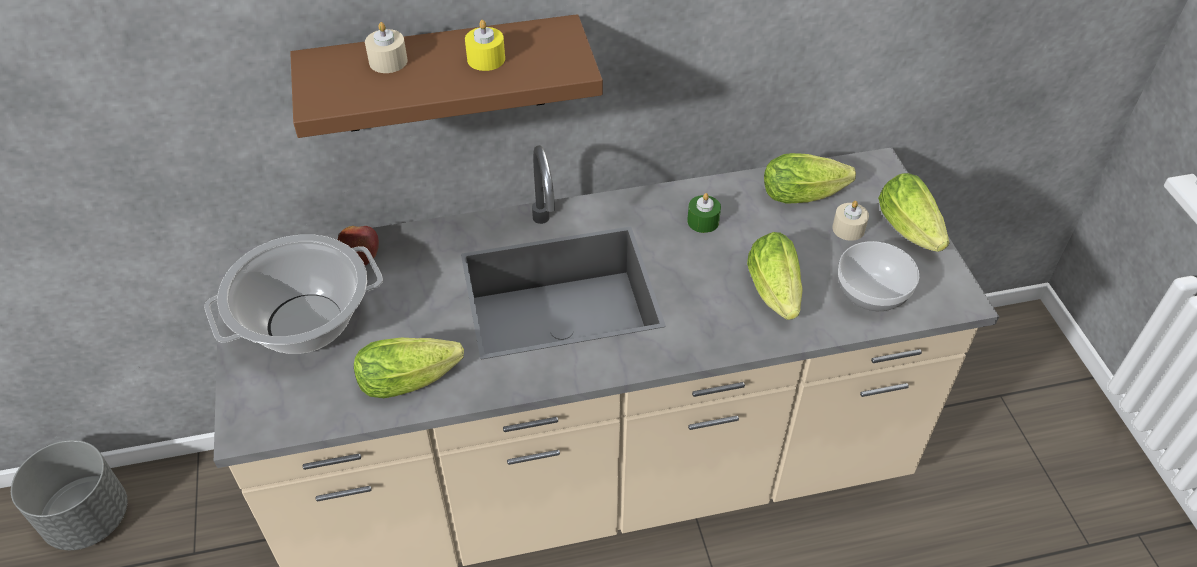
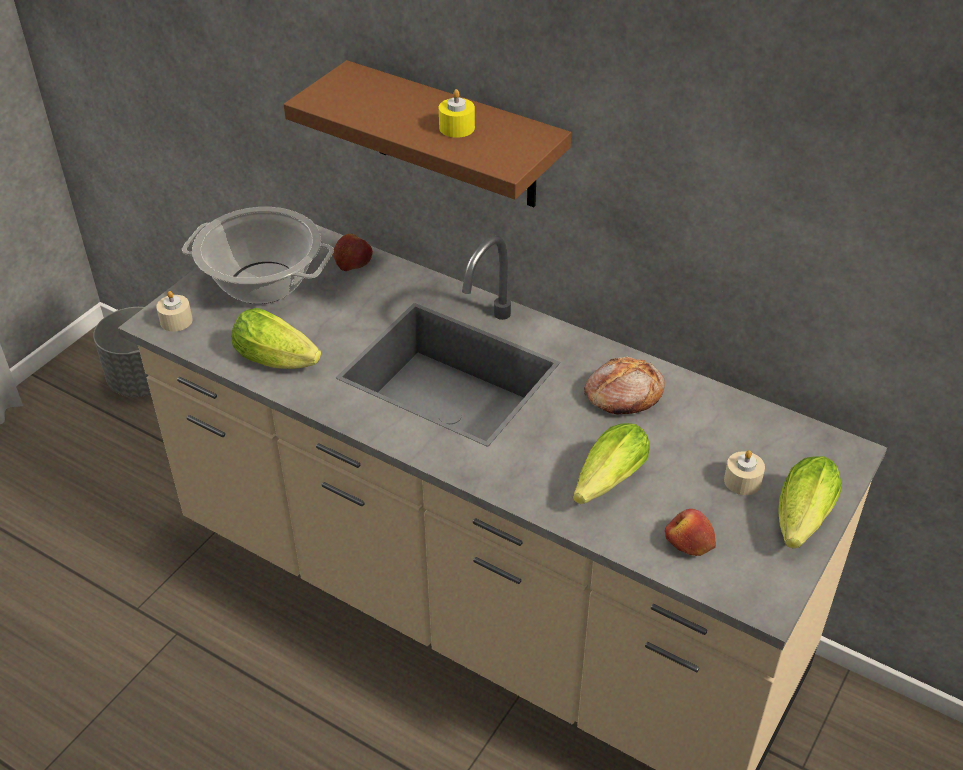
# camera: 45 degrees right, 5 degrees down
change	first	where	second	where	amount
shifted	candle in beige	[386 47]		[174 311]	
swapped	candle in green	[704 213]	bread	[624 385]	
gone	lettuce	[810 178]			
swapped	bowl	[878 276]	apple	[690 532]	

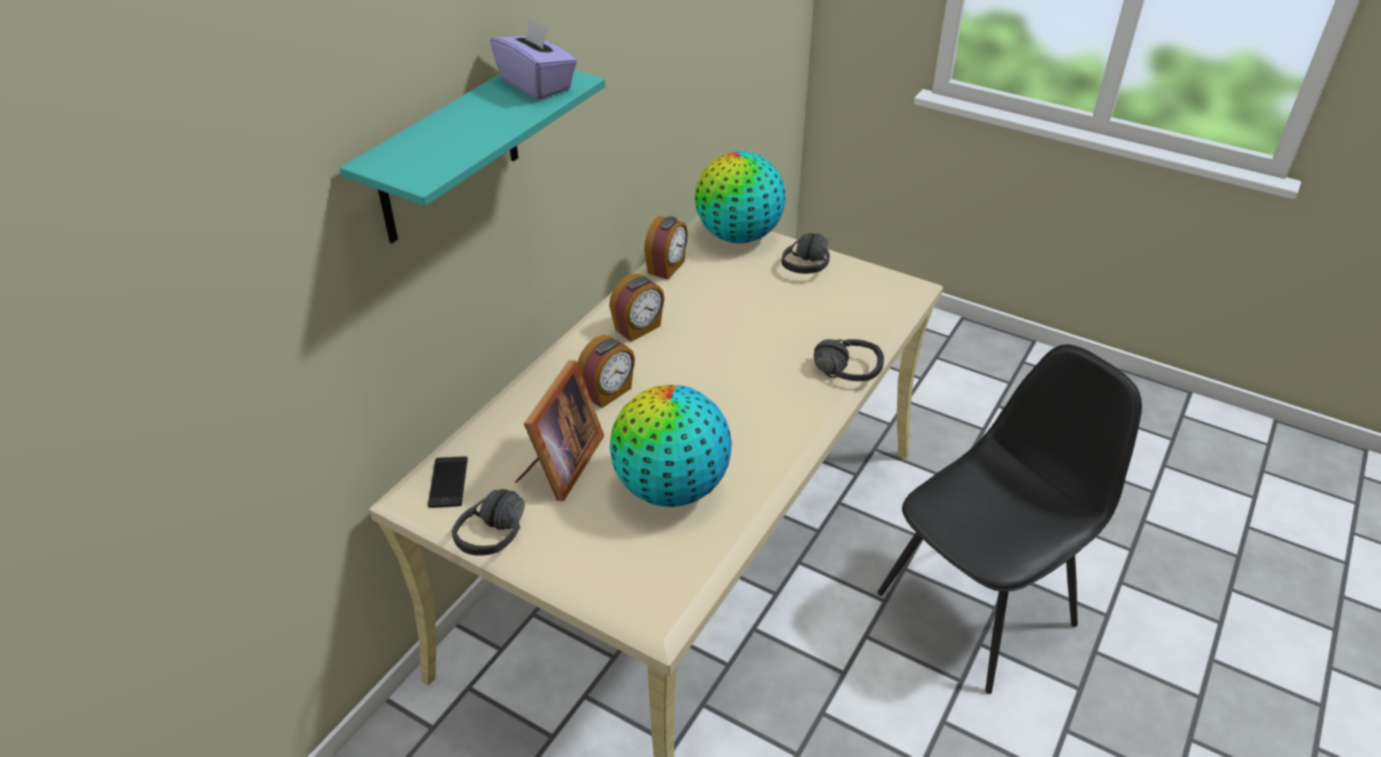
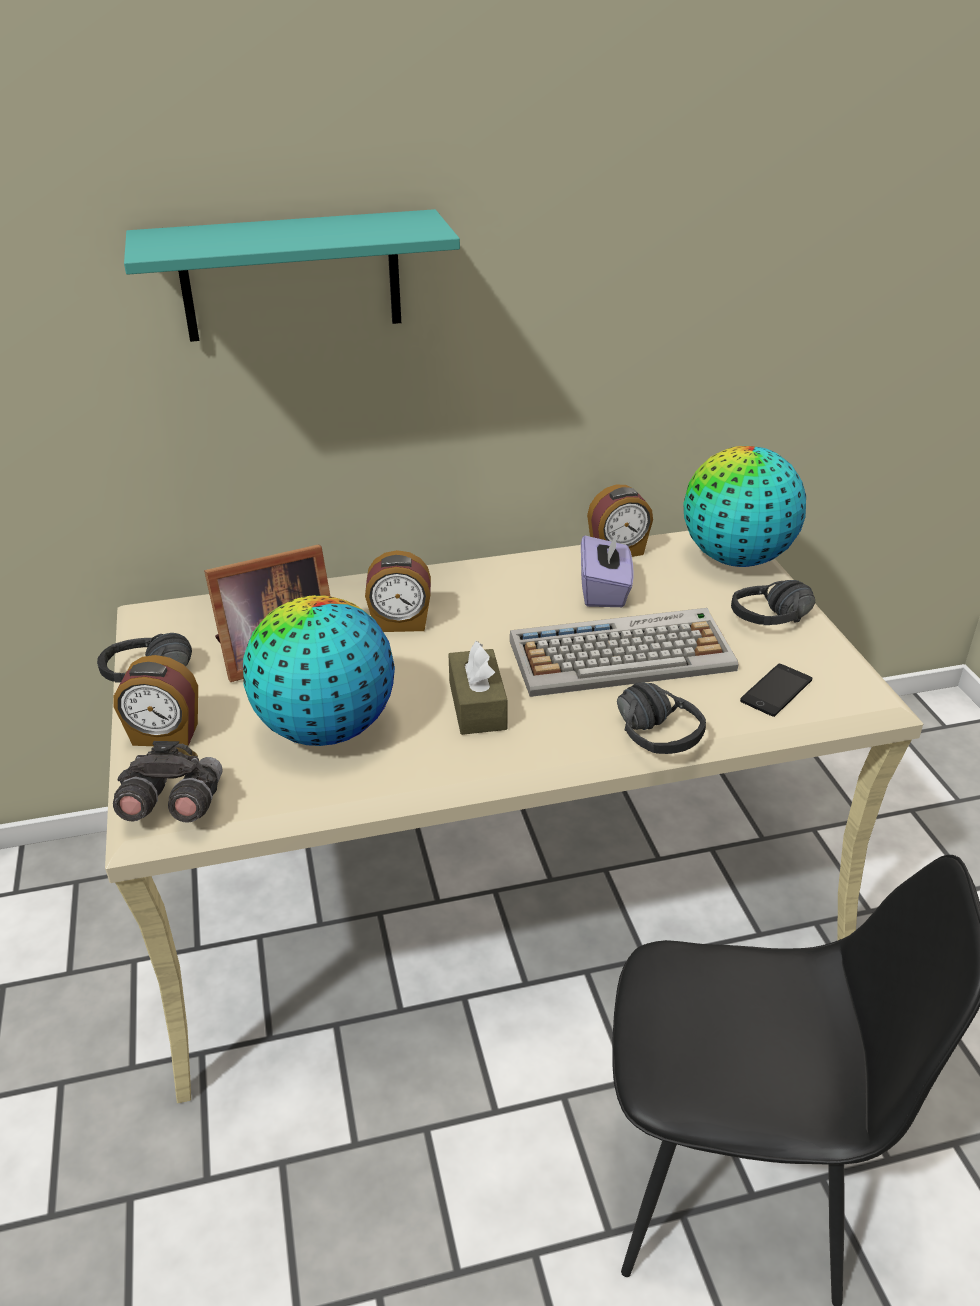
# camera: 45 degrees right, 5 degrees down
change	first	where	second	where	amount
shifted	phone	[448 482]		[776 690]	
shifted	tissue box in purple	[533 58]		[607 569]	
shifted	alarm clock	[637 307]		[155 700]	
new			binoculars in grey	[168 782]	
new			tissue box in brown	[478 688]	
new			keyboard	[624 652]	

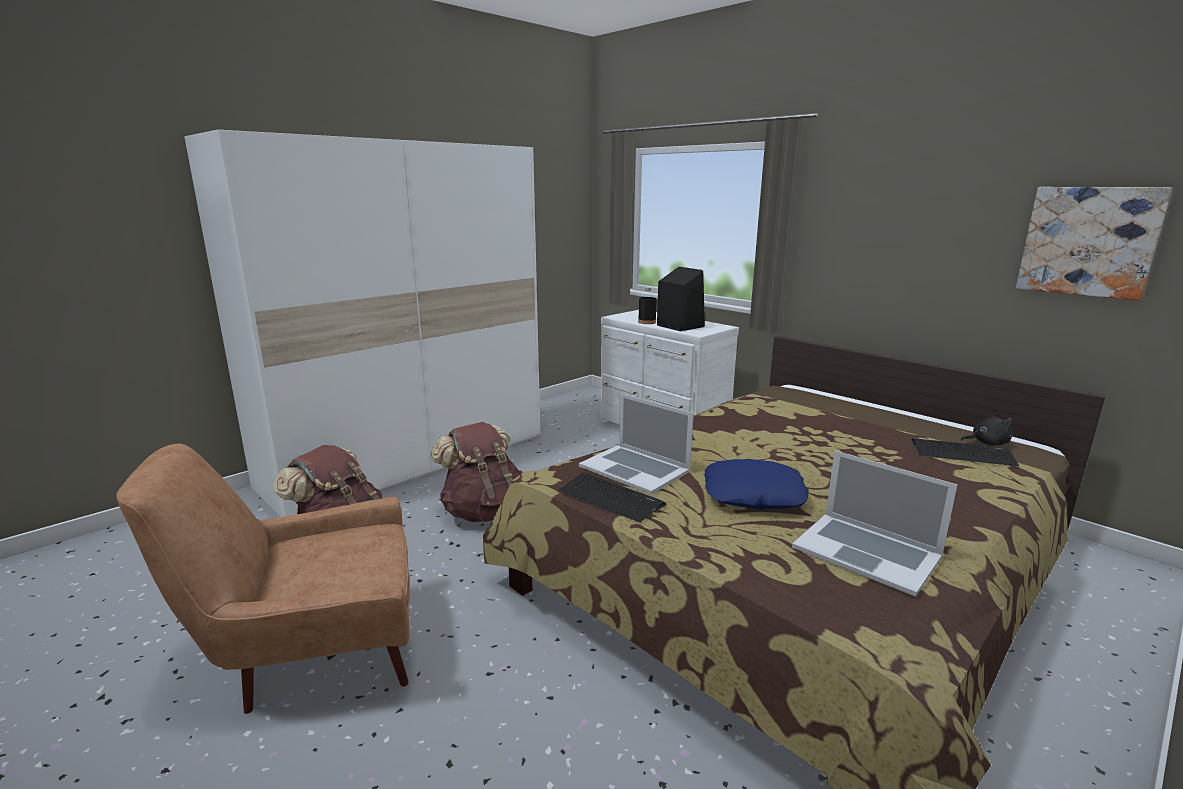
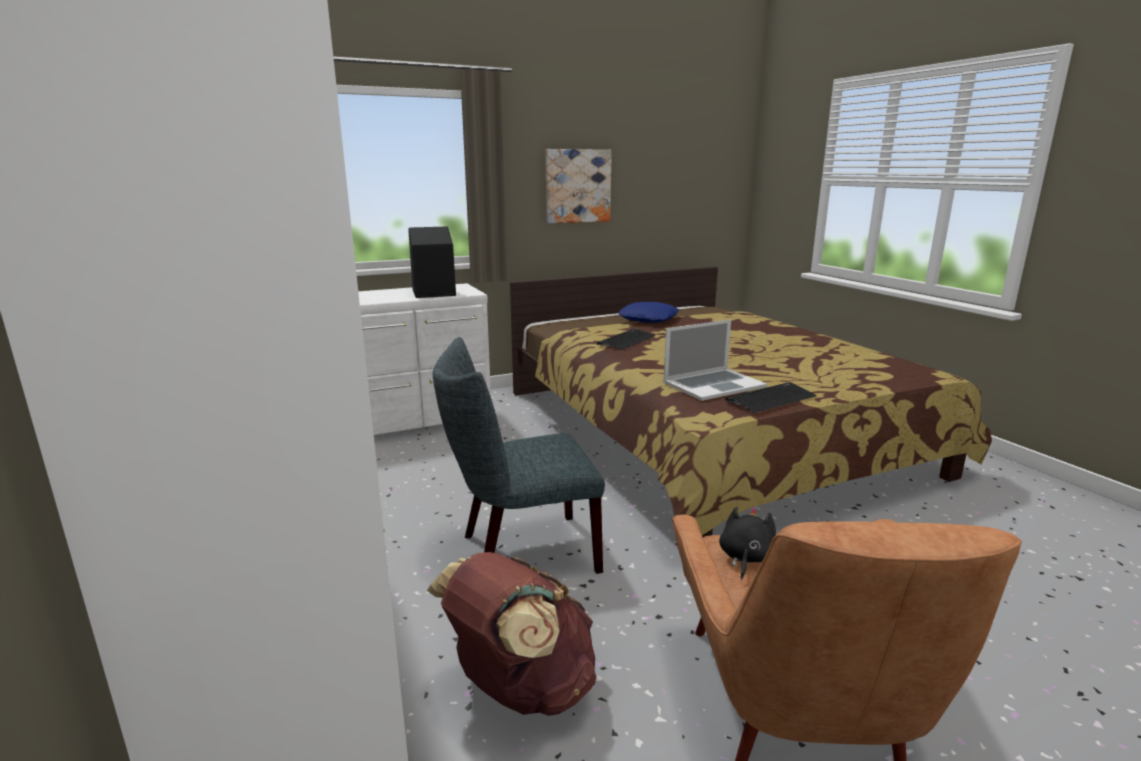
# camera: 70 degrees left, 0 degrees up
change	first	where	second	where	amount
swapped	backpack in brown	[477 472]	chair in grey	[519 455]	
gone	bottle in black	[647 305]			
shifted	pillow in blue	[757 484]		[648 312]	
gone	laptop	[875 524]			
shifted	keyboard	[965 452]		[626 339]	
shifted	plush toy in black	[986 429]		[747 542]	
shifted	picture	[1094 244]		[579 186]	

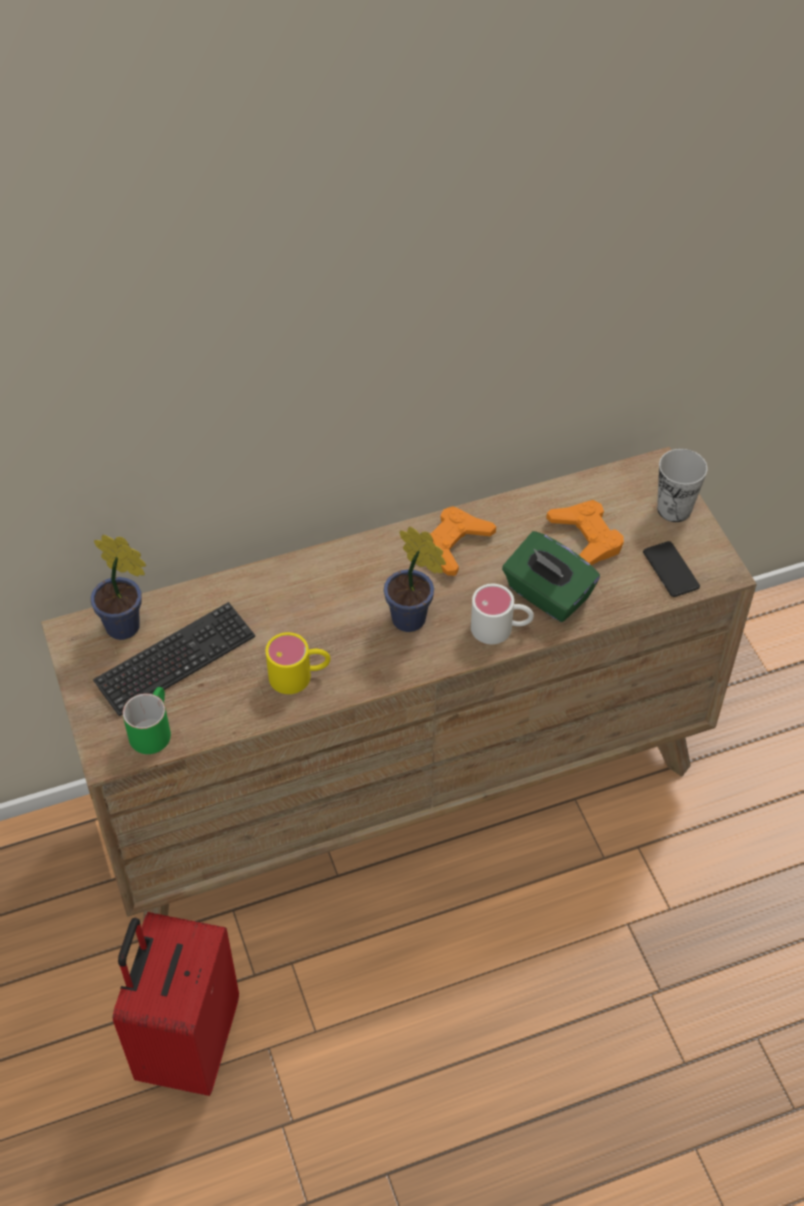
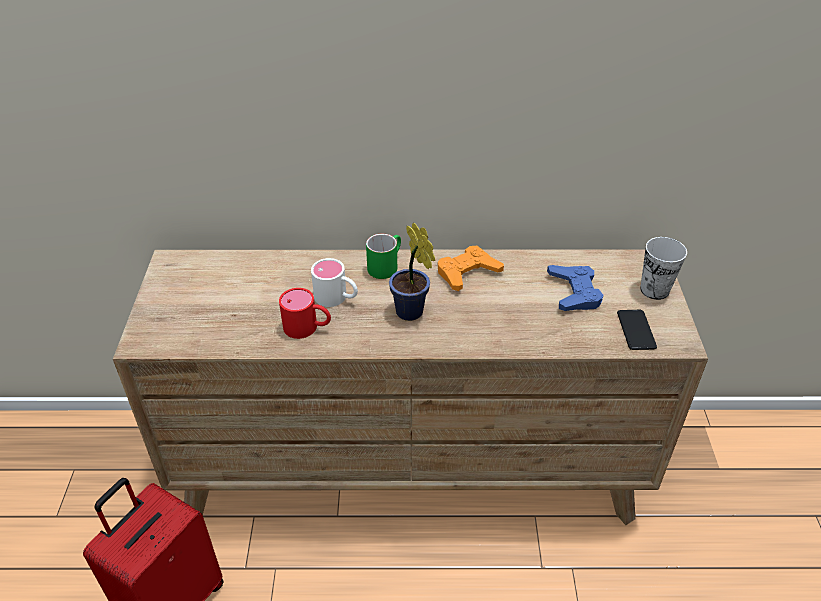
# camera: 20 degrees right, 10 degrees down
change	first	where	second	where	amount
gone	potted plant	[118 587]			
gone	keyboard	[174 659]			
shifted	mug in green	[146 720]		[383 256]	
repainted	mug in yellow	[298 663]	mug in red	[305 313]	
shifted	mug in white	[502 614]		[334 282]	
gone	tissue box in green	[551 576]			
repainted	game controller in orange	[585 532]	game controller in blue	[575 288]	

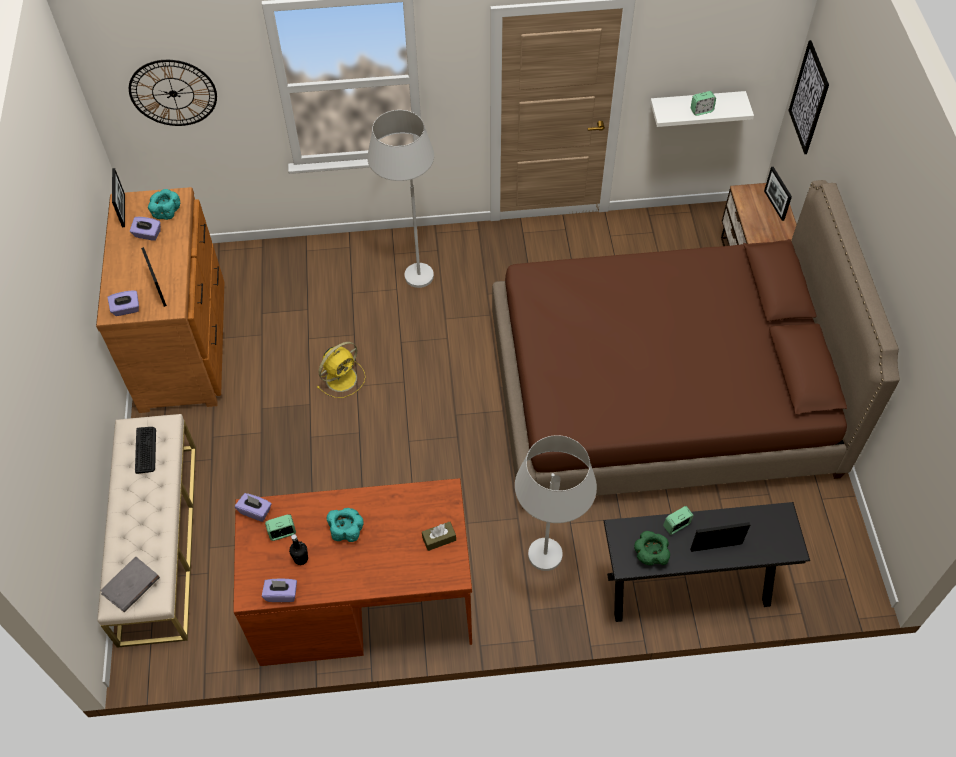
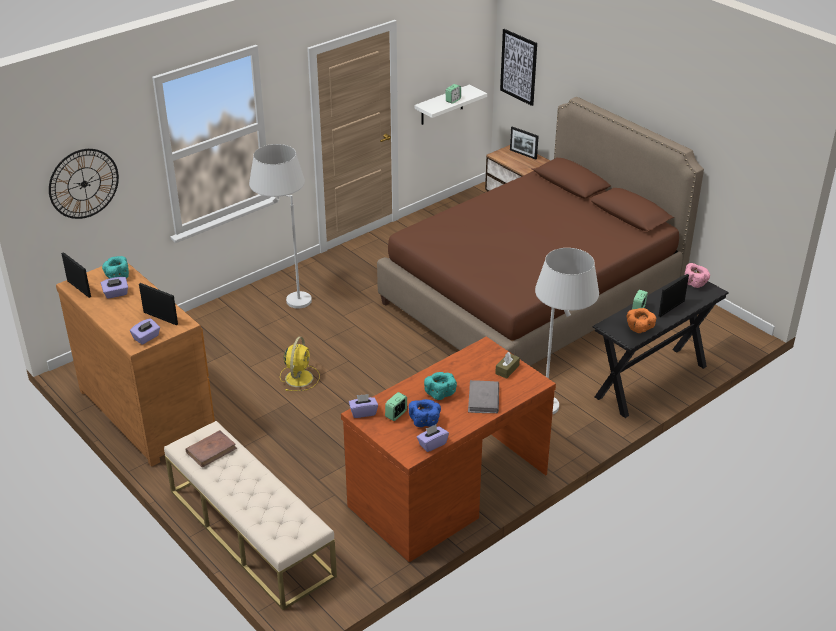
# camera: 35 degrees left, 20 degrees down
change	first	where	second	where	amount
shifted	book in grey	[130 584]		[483 396]	
swapped	keyboard	[145 450]	book in brown	[211 449]	
swapped	bottle in black	[298 549]	bowl in blue	[425 413]	
repainted	bowl in green	[652 548]	bowl in orange	[641 320]	
new			bowl in pink	[697 275]	

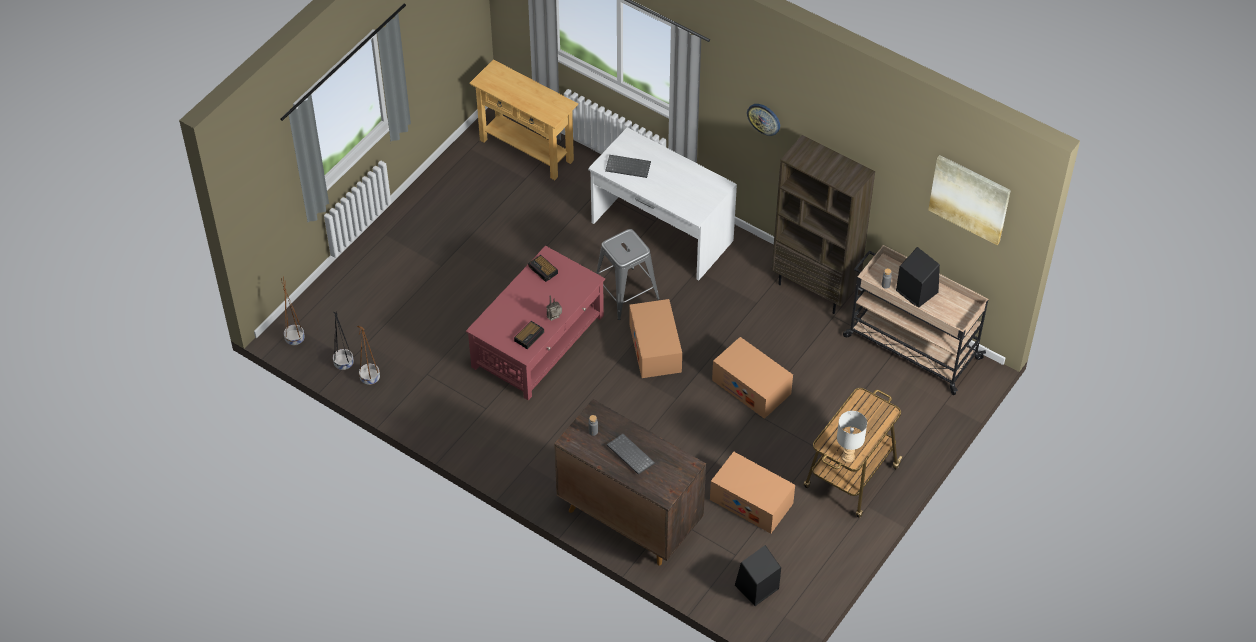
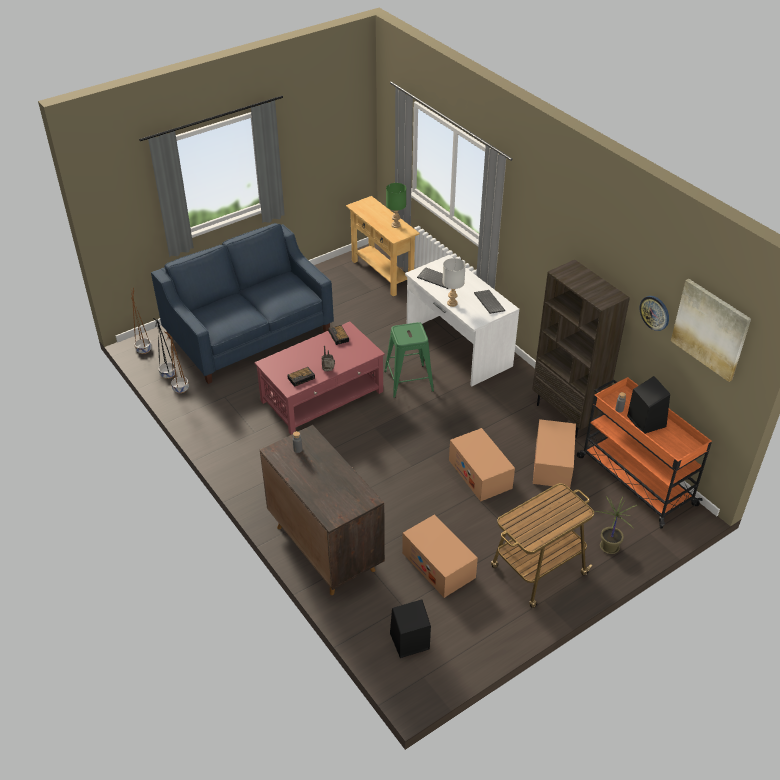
# camera: 20 degrees right, 10 degrees down
change	first	where	second	where	amount
repainted	stool in grey	[628 274]	stool in green	[409 360]	
shifted	keyboard	[631 454]		[489 302]	
shifted	cardboard box	[655 338]		[554 453]	
shifted	wall clock	[763 120]		[654 313]	
shifted	table lamp in grey	[852 437]		[454 282]	
repainted	cart in beige	[916 320]	cart in orange	[644 453]	
new			sofa in blue	[242 303]	
new			table lamp in green	[396 205]	
new			potted plant	[616 525]	

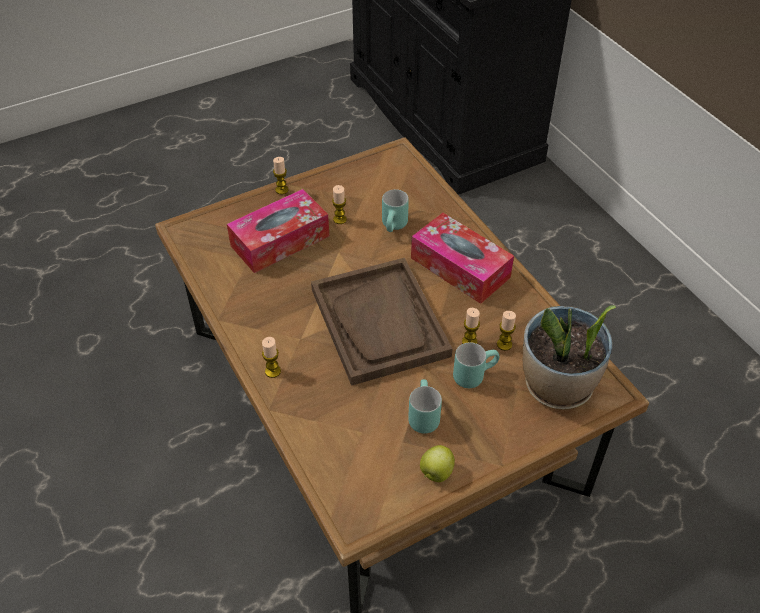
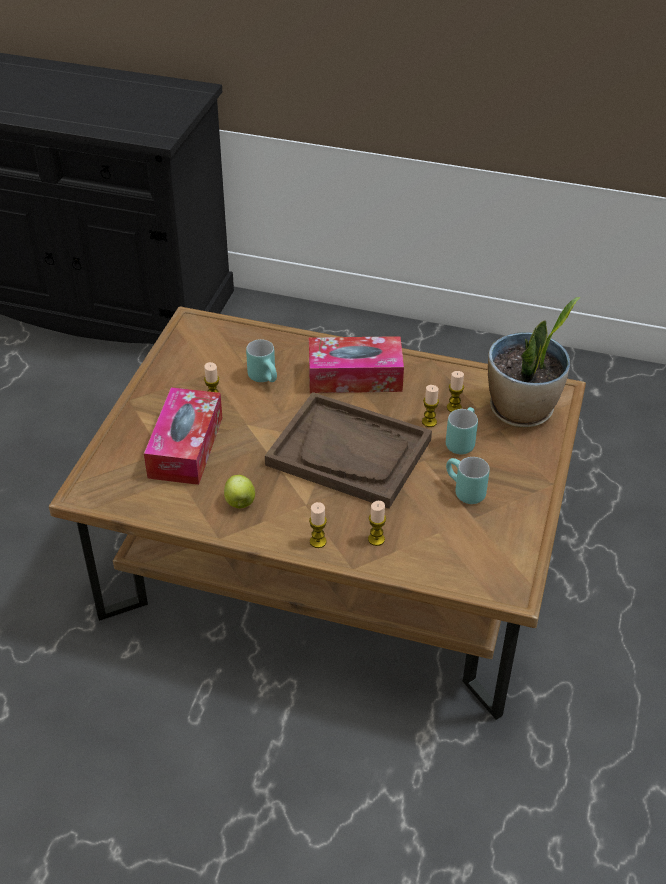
# camera: 45 degrees left, 5 degrees down
change	first	where	second	where	amount
shifted	candle	[281 176]		[377 523]	
shifted	apple	[437 463]		[239 491]	

